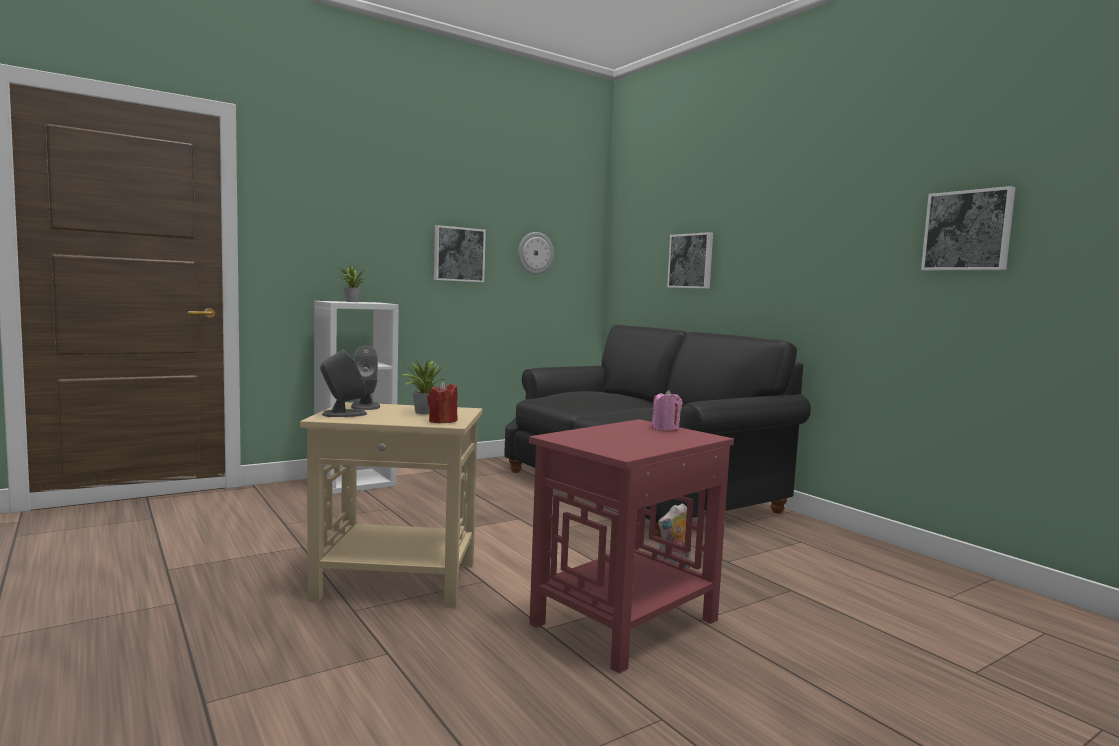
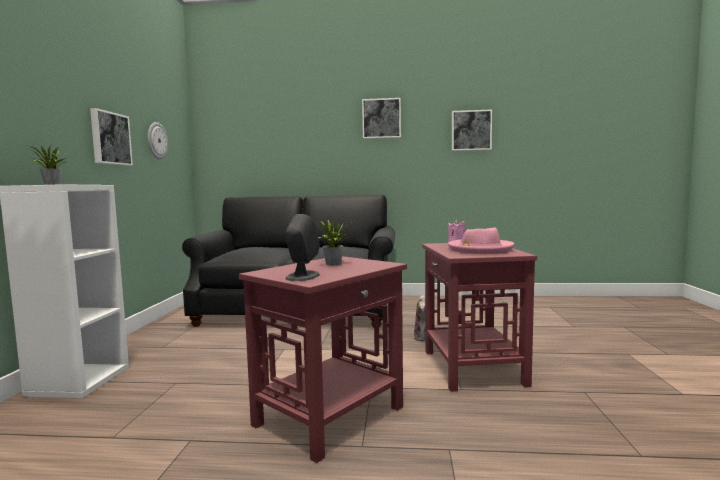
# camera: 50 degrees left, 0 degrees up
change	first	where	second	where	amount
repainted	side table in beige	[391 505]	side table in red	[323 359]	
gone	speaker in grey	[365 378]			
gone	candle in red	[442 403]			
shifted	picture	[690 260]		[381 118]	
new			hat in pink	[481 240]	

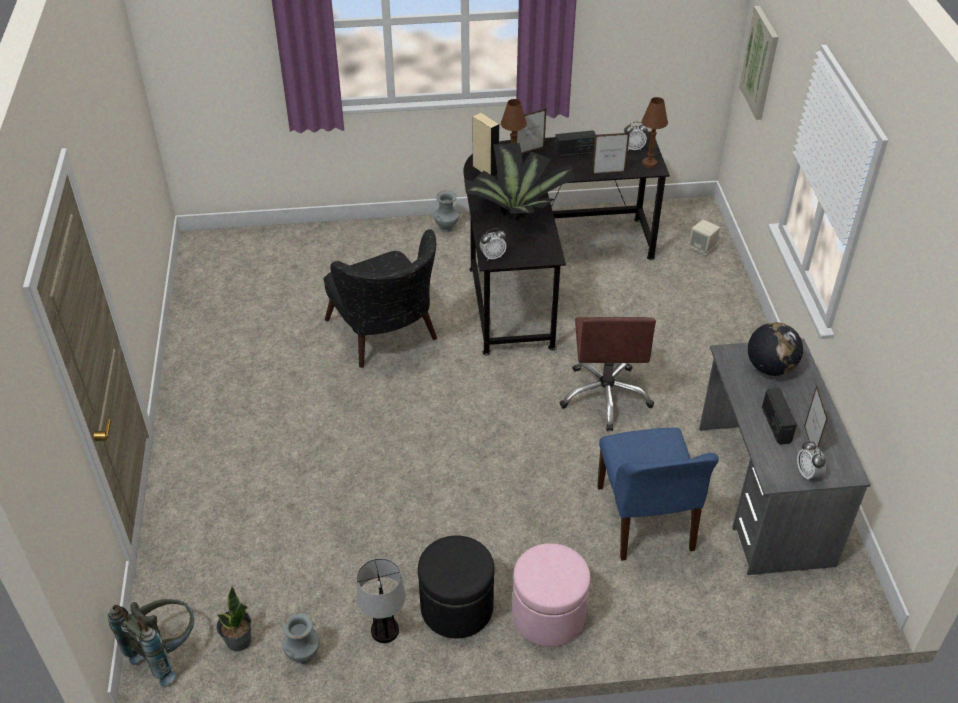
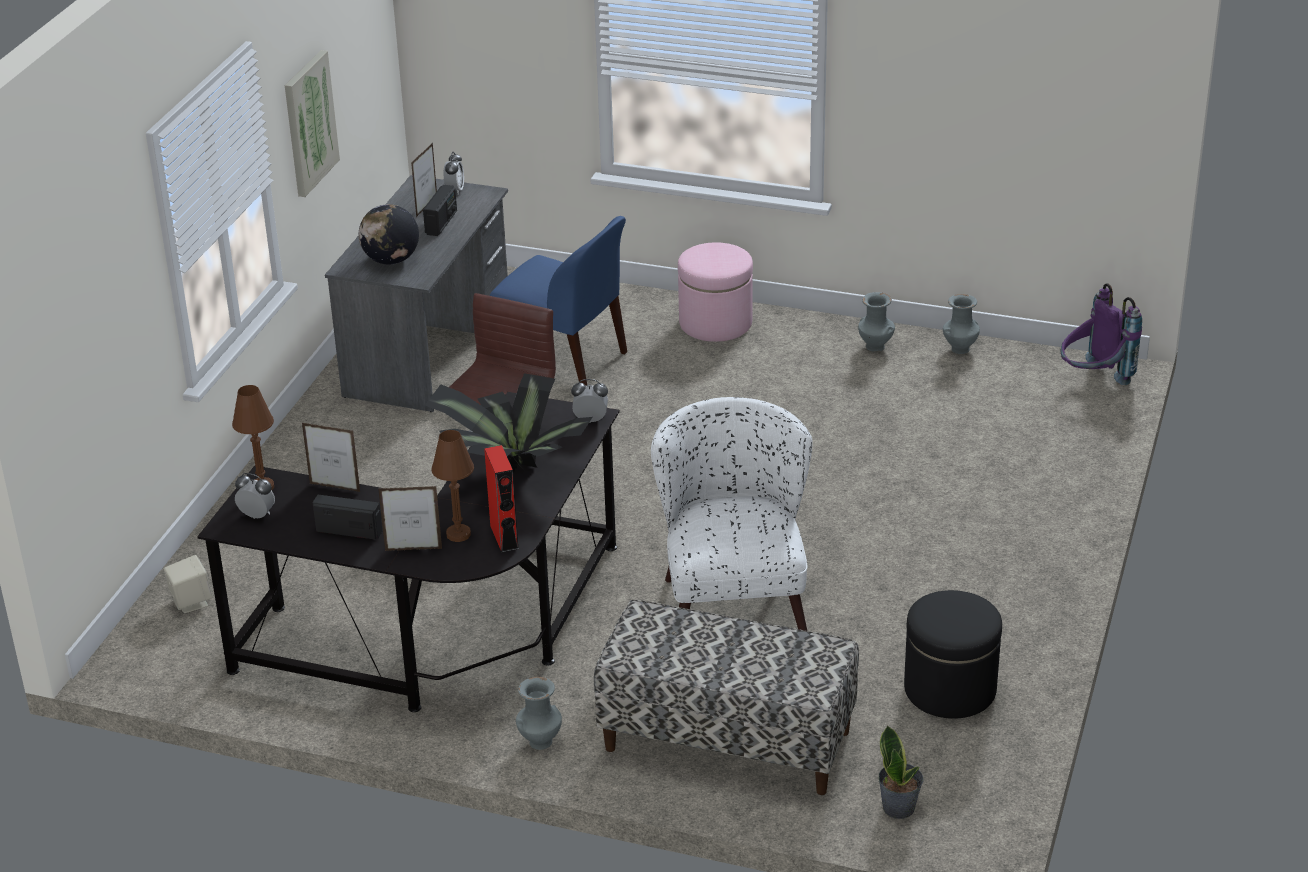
# camera: 155 degrees left, 10 degrees down
change	first	where	second	where	amount
repainted	backpack in grey	[151 642]	backpack in purple	[1101 334]	
shifted	potted plant	[233 619]		[901 772]	
repainted	armchair in black	[380 298]	armchair in white	[732 514]	
swapped	table lamp	[381 600]	vase in grey	[876 321]	
shifted	ottoman in black	[456 586]		[953 654]	
repainted	speaker in beige	[485 145]	speaker in red	[501 499]	
rotated	chair in blue	[658 494]		[558 301]	105 degrees clockwise
shifted	picture	[758 63]		[312 123]	
new			bench	[726 697]	

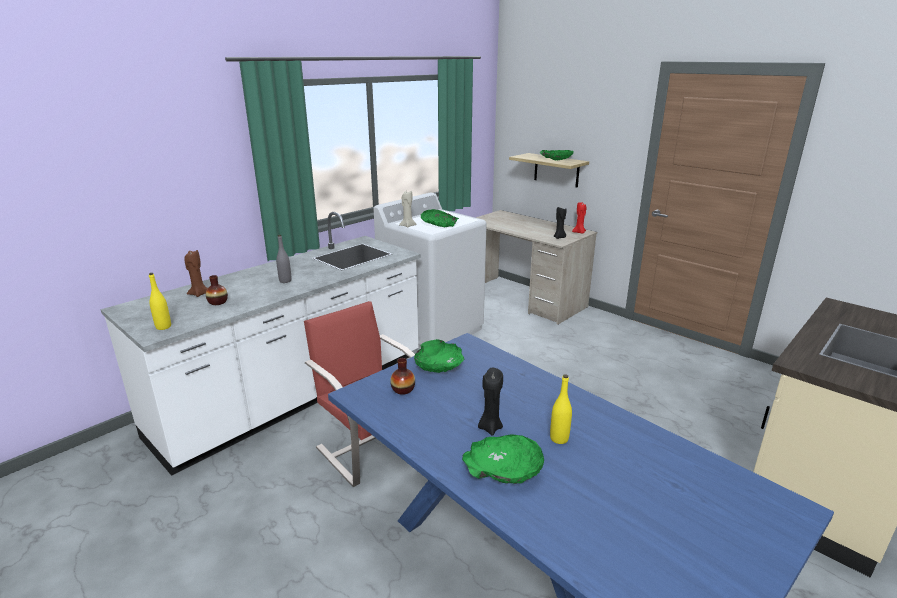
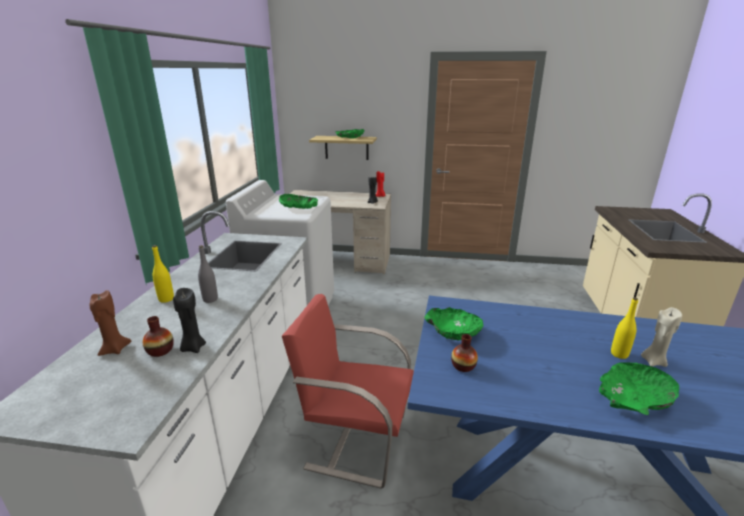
# camera: 35 degrees left, 0 degrees up
change	first	where	second	where	amount
shifted	bottle in yellow	[160 301]		[163 274]	
shifted	candle in beige	[408 209]		[661 337]	
shifted	candle in black	[490 402]		[189 320]	

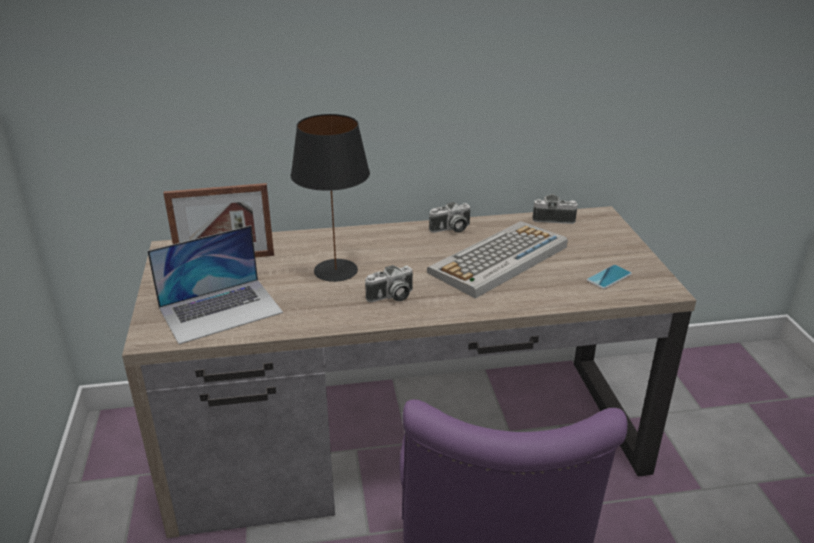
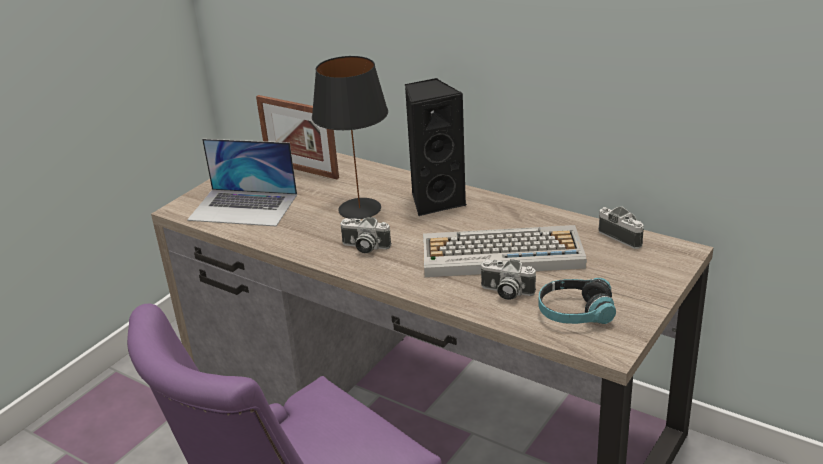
# camera: 45 degrees right, 0 degrees up
change	first	where	second	where	amount
shifted	photo camera	[449 217]		[508 279]	
swapped	phone	[609 277]	headphones	[577 301]	
new			speaker in black	[435 147]	

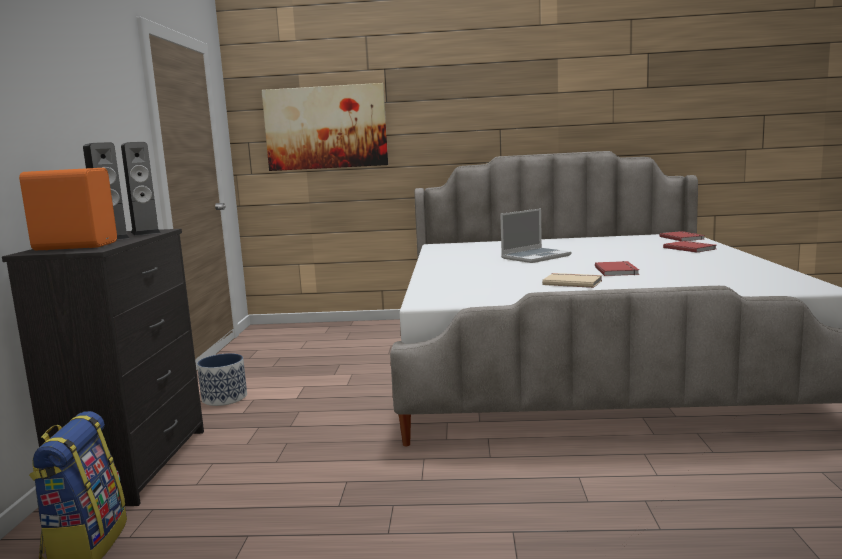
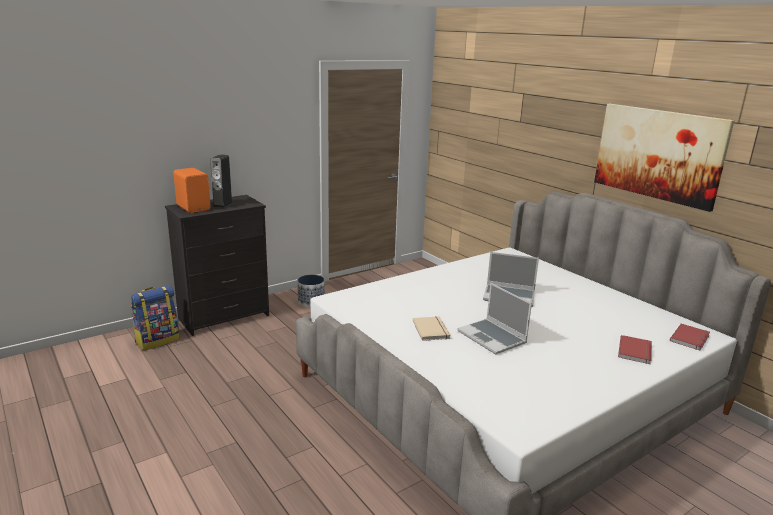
# camera: 50 degrees right, 10 degrees up
change	first	where	second	where	amount
gone	speaker	[140 189]			
shifted	picture	[325 127]		[664 158]	
swapped	book in red	[617 268]	laptop	[494 319]	

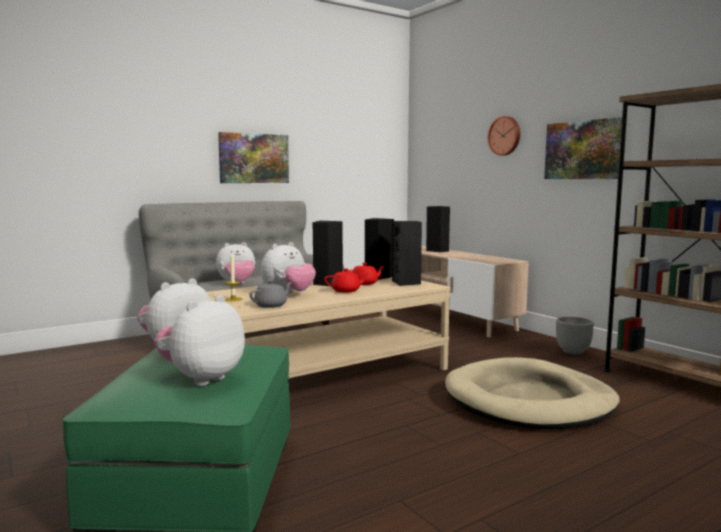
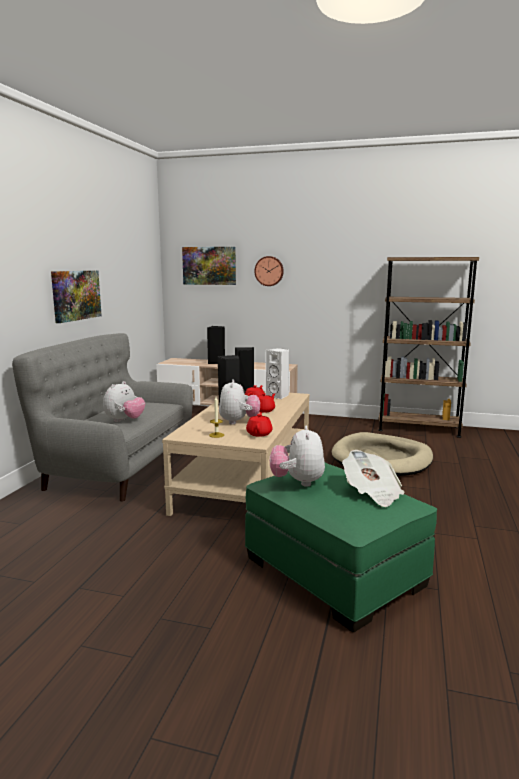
# camera: 40 degrees left, 5 degrees up
change	first	where	second	where	amount
swapped	plush toy	[199 340]	newspaper	[373 478]	
repainted	teapot in grey	[270 294]	teapot in red	[259 424]	
repainted	speaker in black	[407 253]	speaker in white	[277 373]	
shifted	picture	[583 148]		[209 266]	
gone	planter in grey	[575 335]			

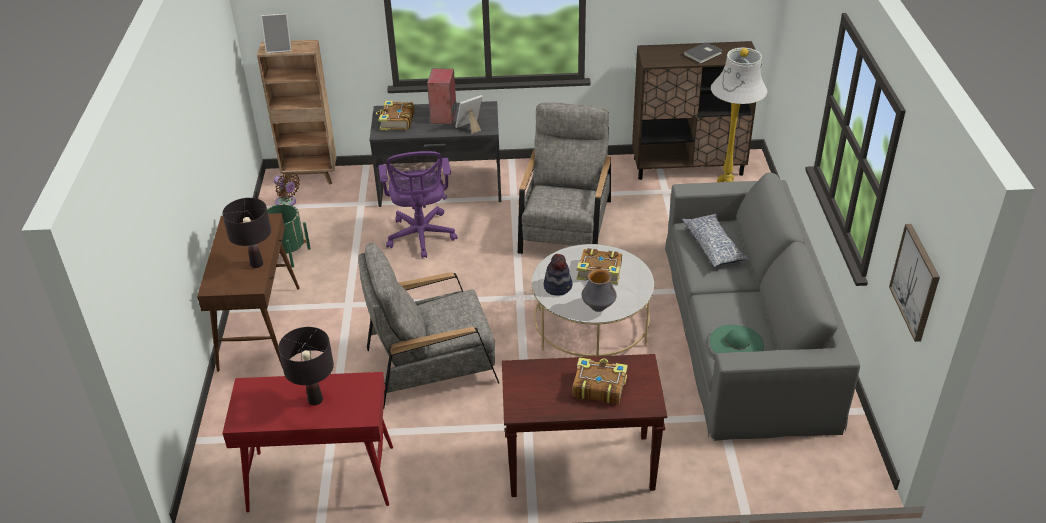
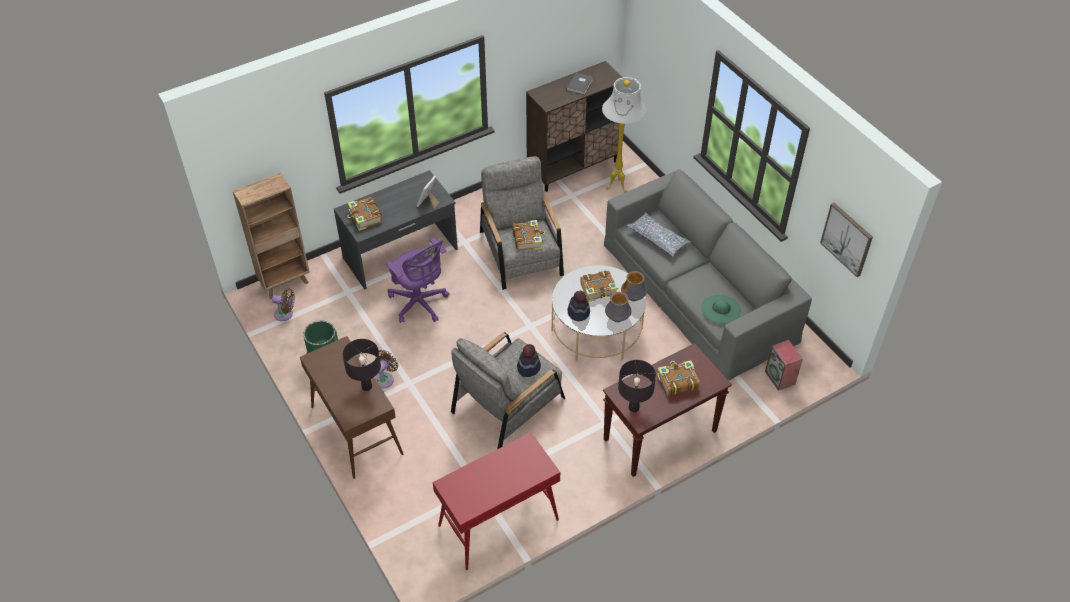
# camera: 30 degrees left, 10 degrees up
change	first	where	second	where	amount
gone	picture frame	[276 33]			
shifted	table lamp in black	[306 366]		[637 386]	
shifted	speaker	[442 96]		[784 365]	
new			fan in brown	[386 369]	
new			book	[528 235]	
new			hat	[529 360]	
new			vase	[634 286]	

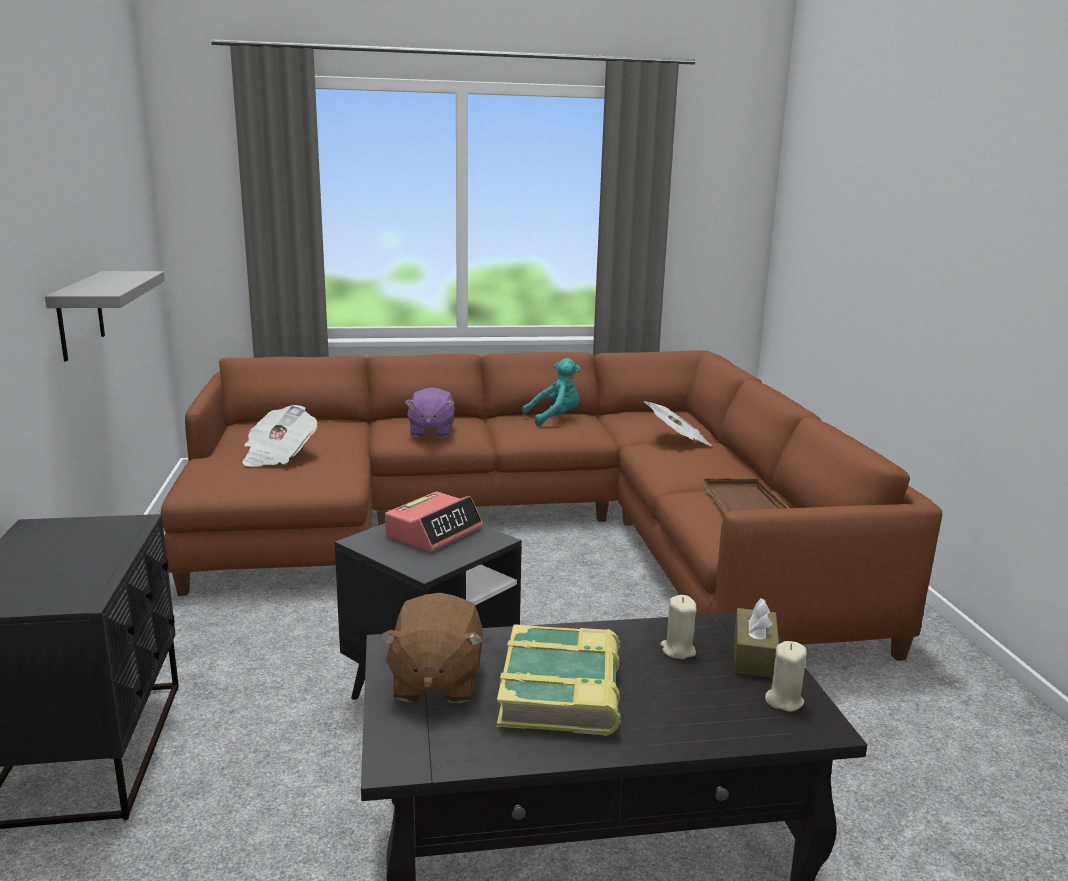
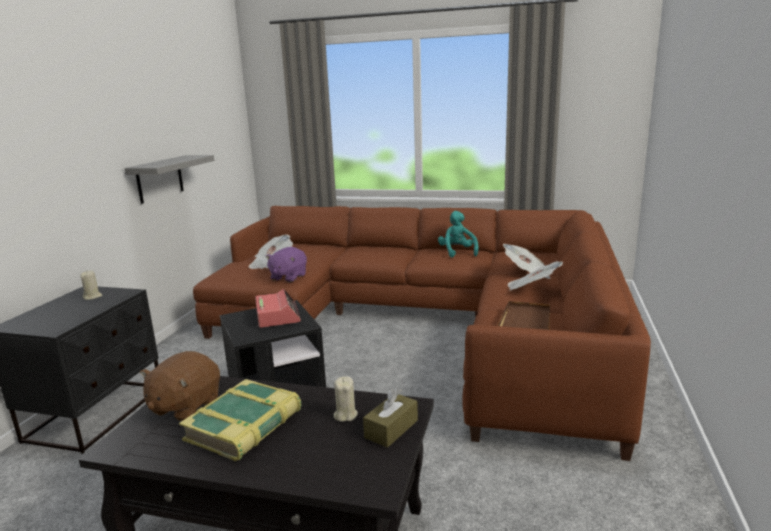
# camera: 25 degrees right, 0 degrees up
change	first	where	second	where	amount
rotated	alarm clock	[434 521]		[278 308]	75 degrees counterclockwise
shifted	plush toy in purple	[429 412]		[286 264]	
rotated	plush toy in turquoise	[551 392]		[458 234]	105 degrees counterclockwise
shifted	candle in beige	[786 676]		[91 285]	
new			newspaper	[535 276]	

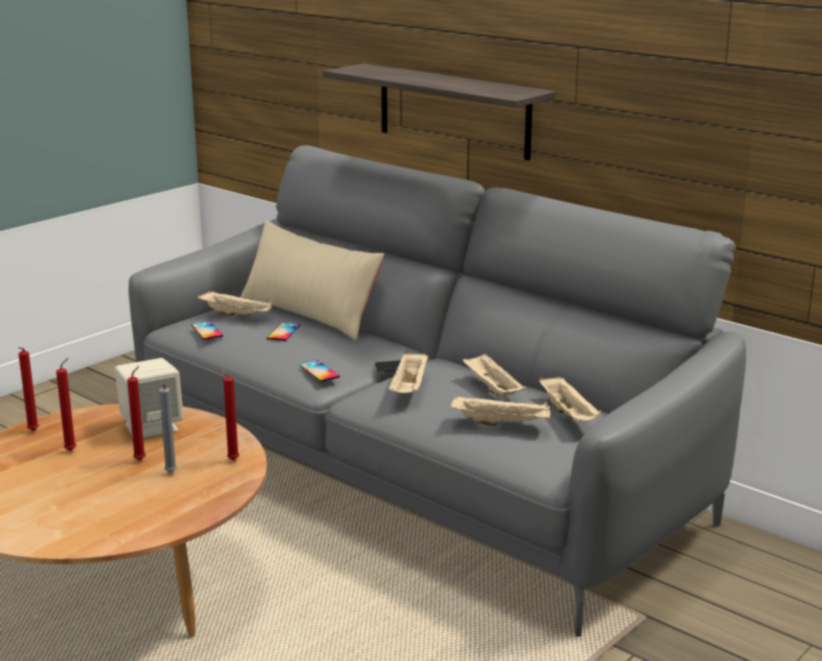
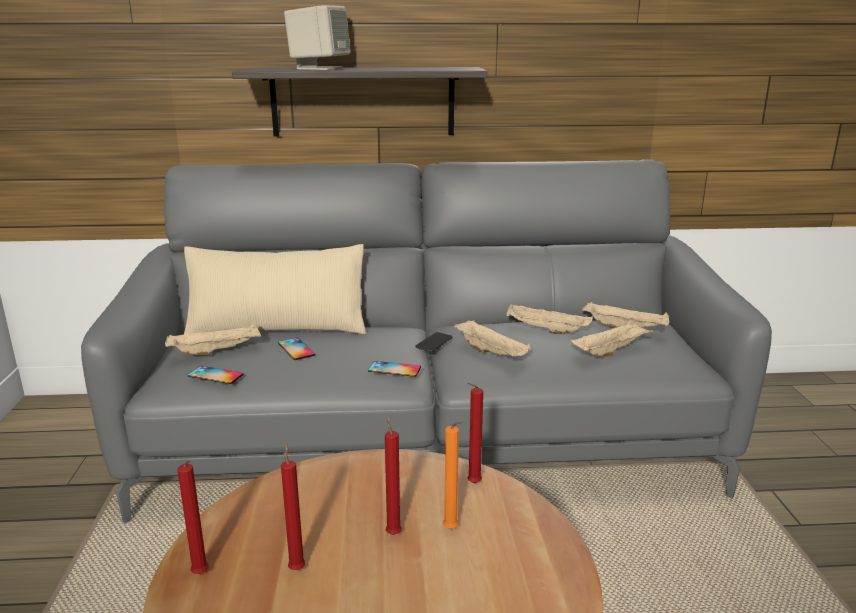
# camera: 45 degrees left, 0 degrees up
change	first	where	second	where	amount
shifted	speaker in beige	[149 398]		[317 37]	
repainted	candle in grey	[168 428]	candle in orange	[453 475]	

